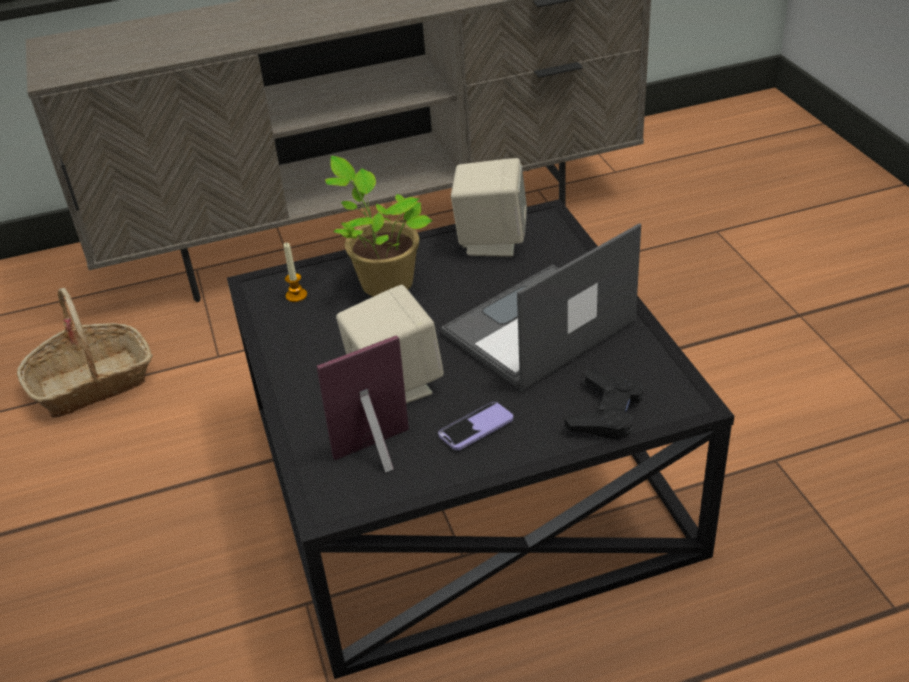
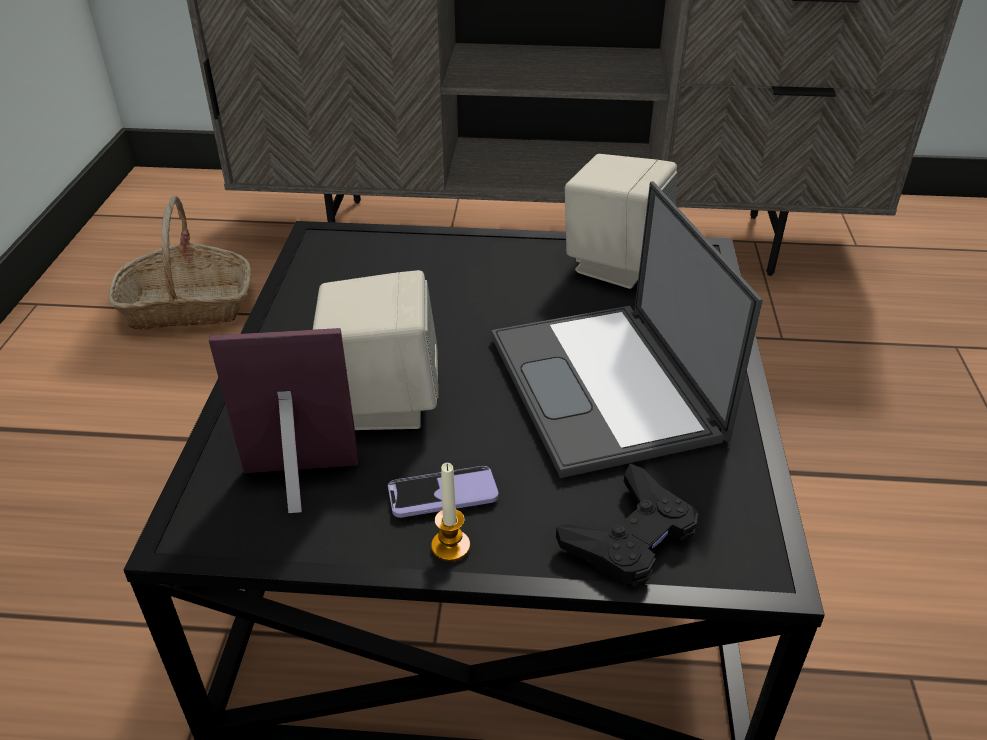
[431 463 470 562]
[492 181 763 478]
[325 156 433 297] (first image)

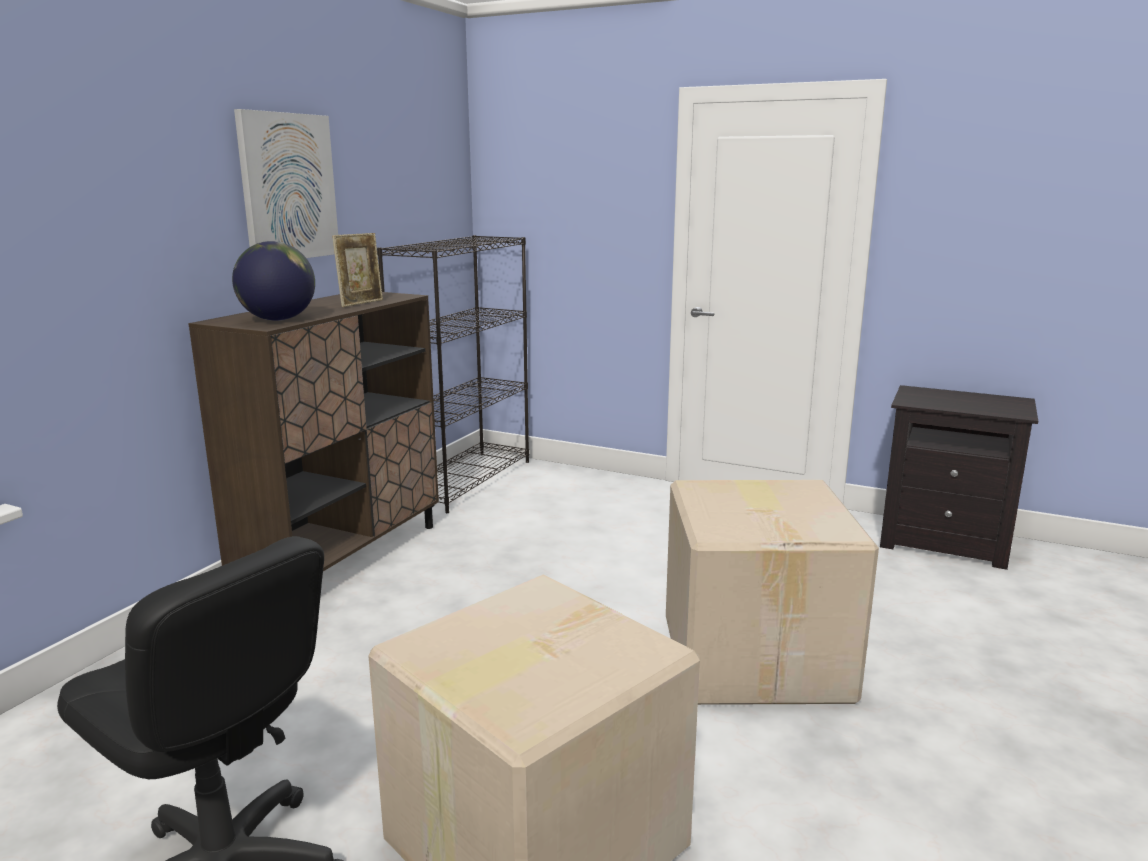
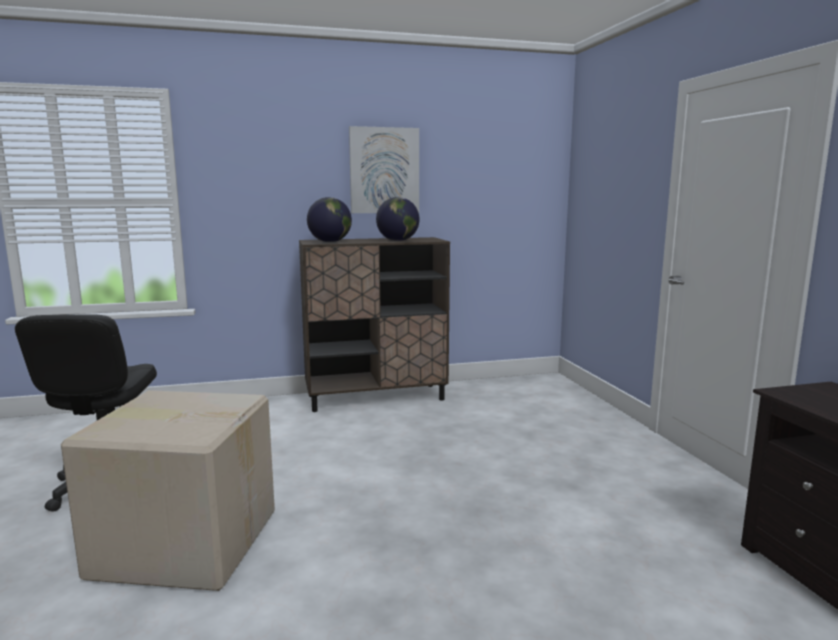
[376 197 420 241]
[377 235 529 513] (first image)
[666 480 879 705] (first image)

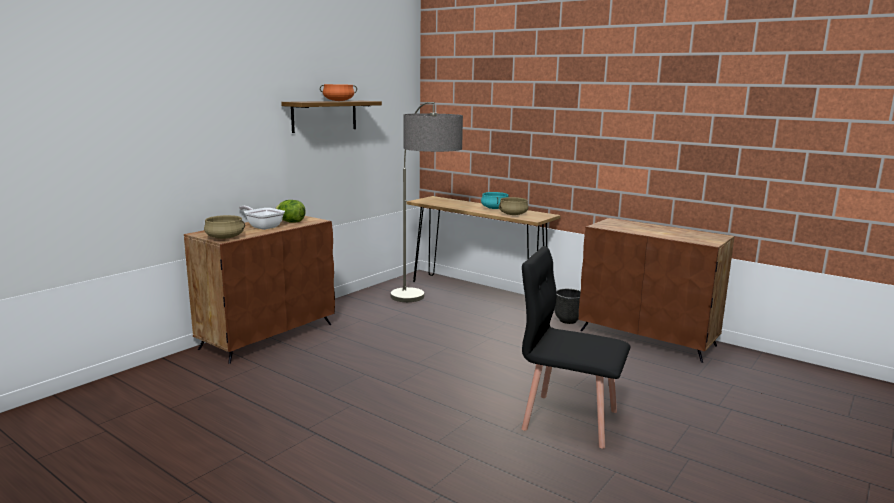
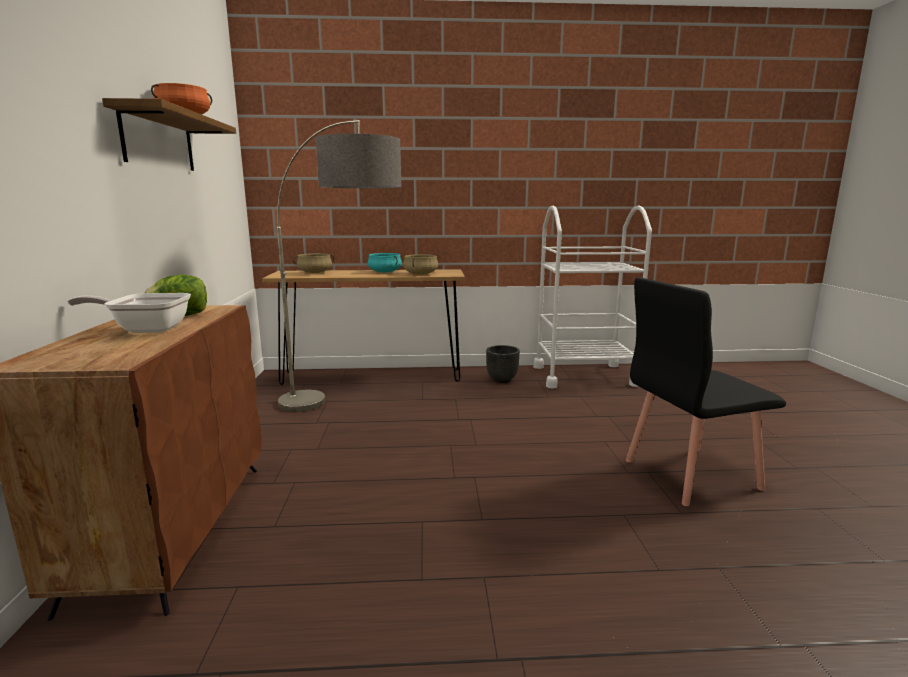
[293 253 334 273]
[533 205 652 388]

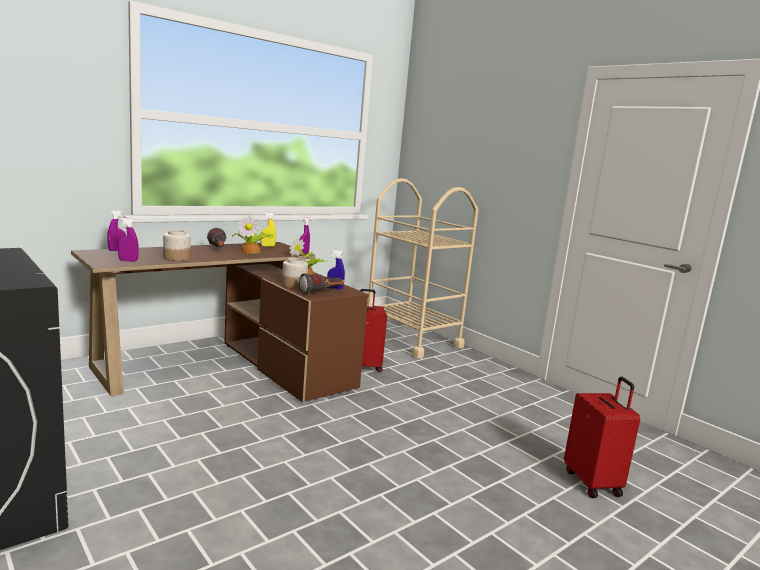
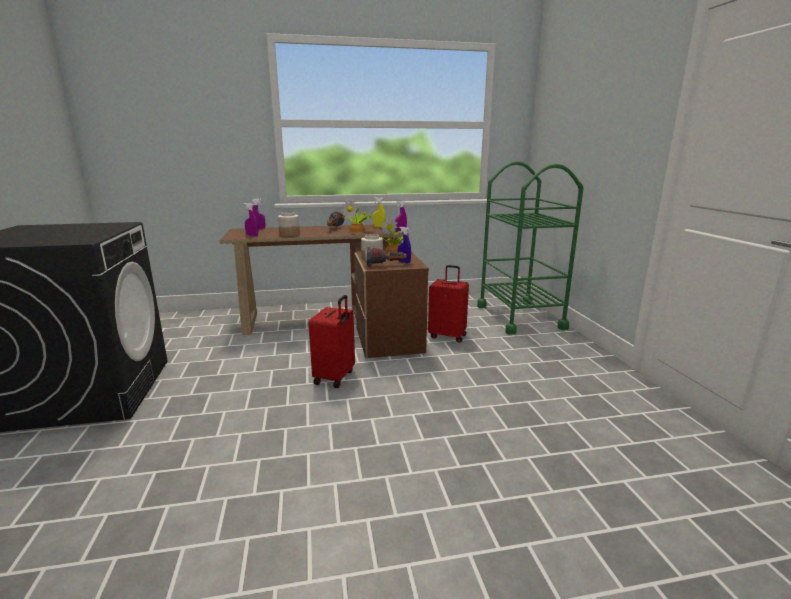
[309 295 355 388]
[477 161 583 335]

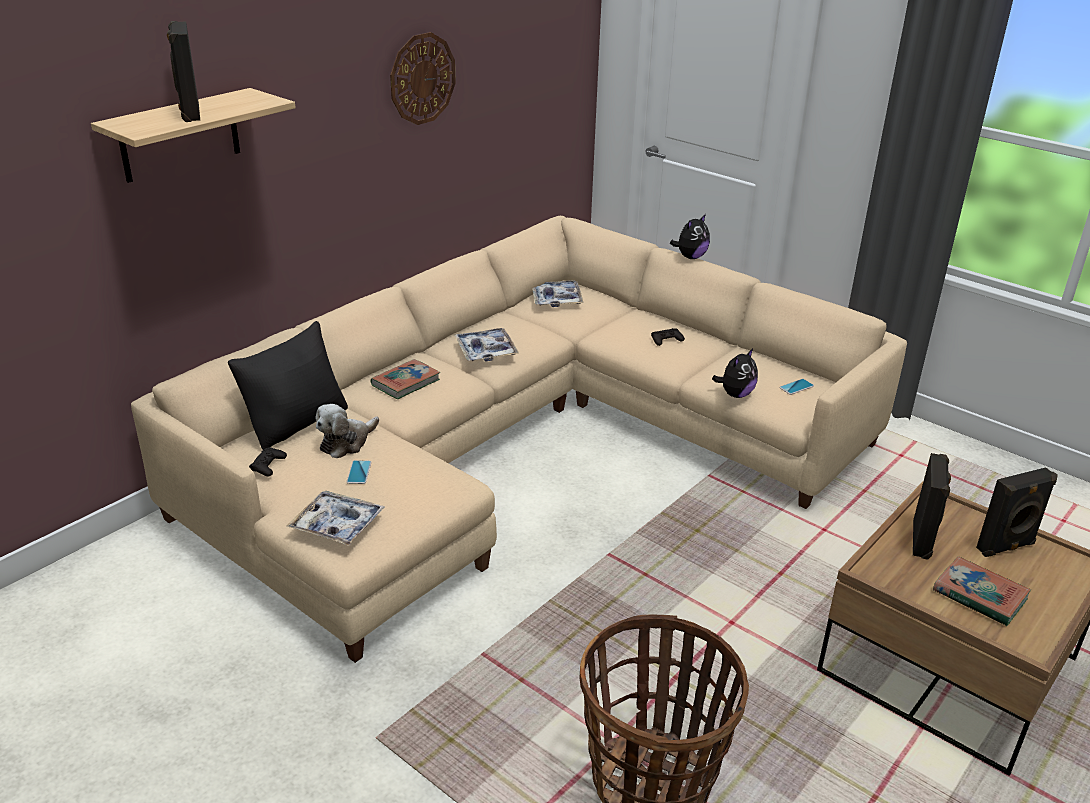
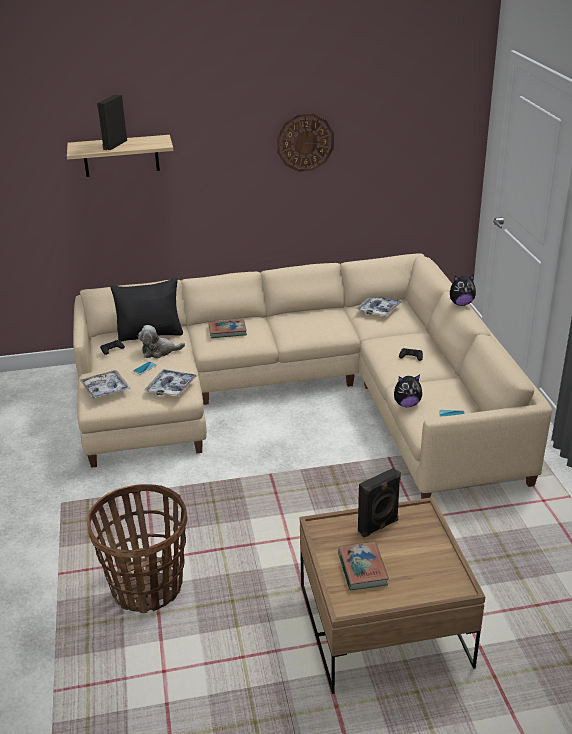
[144 369 197 397]
[976 467 1058 557] (first image)

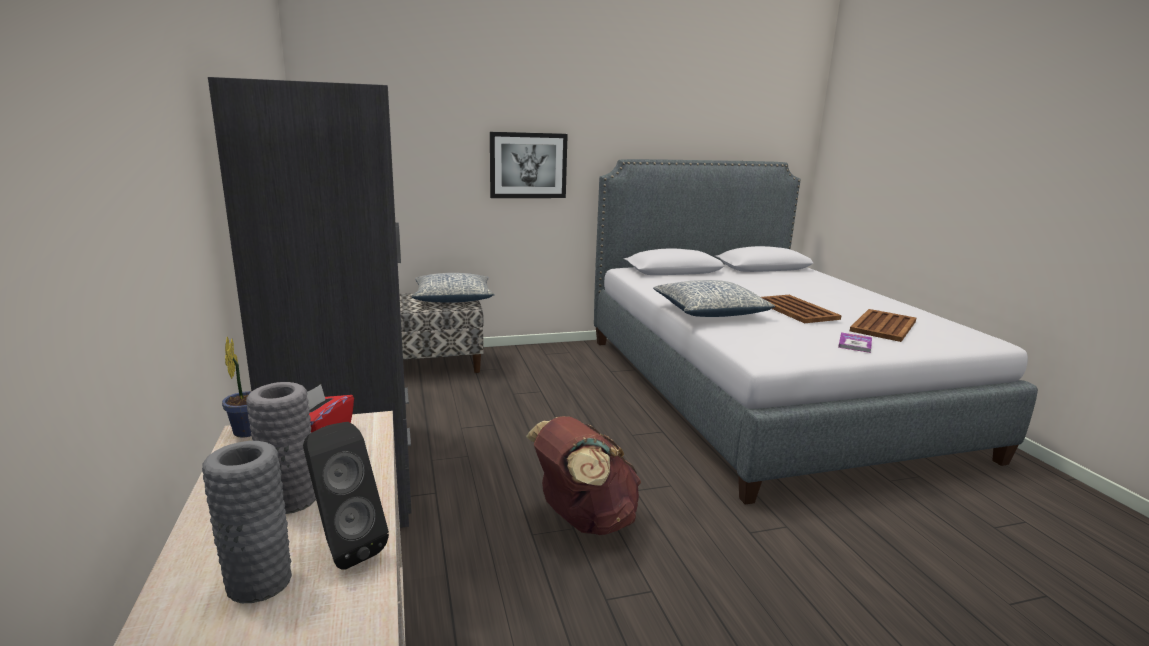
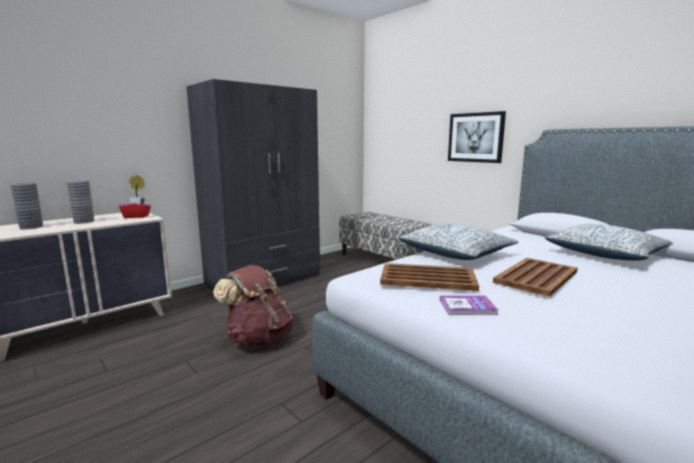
[380 263 479 291]
[545 224 673 261]
[303 422 389 570] (first image)

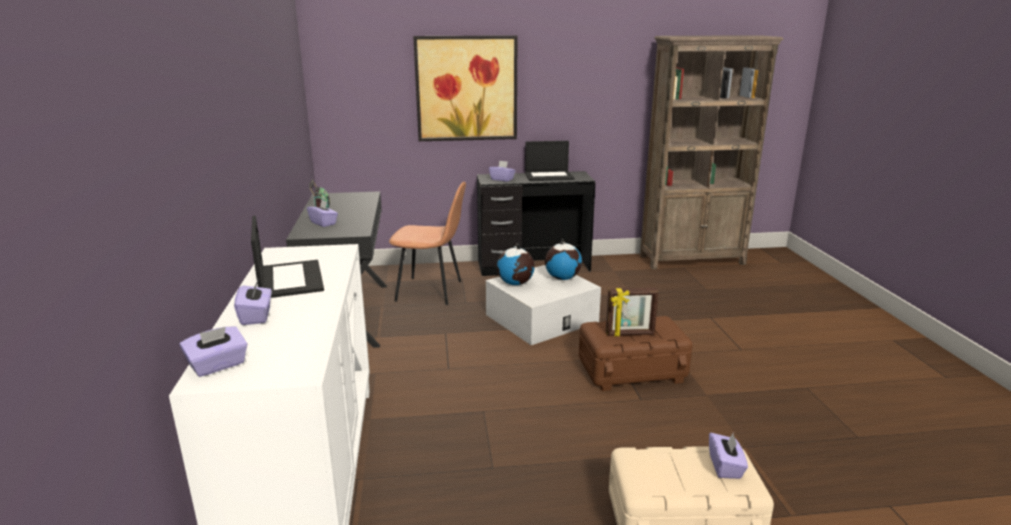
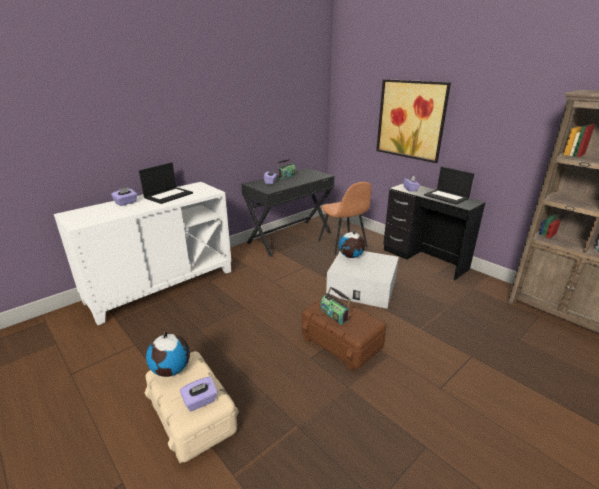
[146 332 190 377]
[321 287 351 325]
[180 326 248 377] (first image)

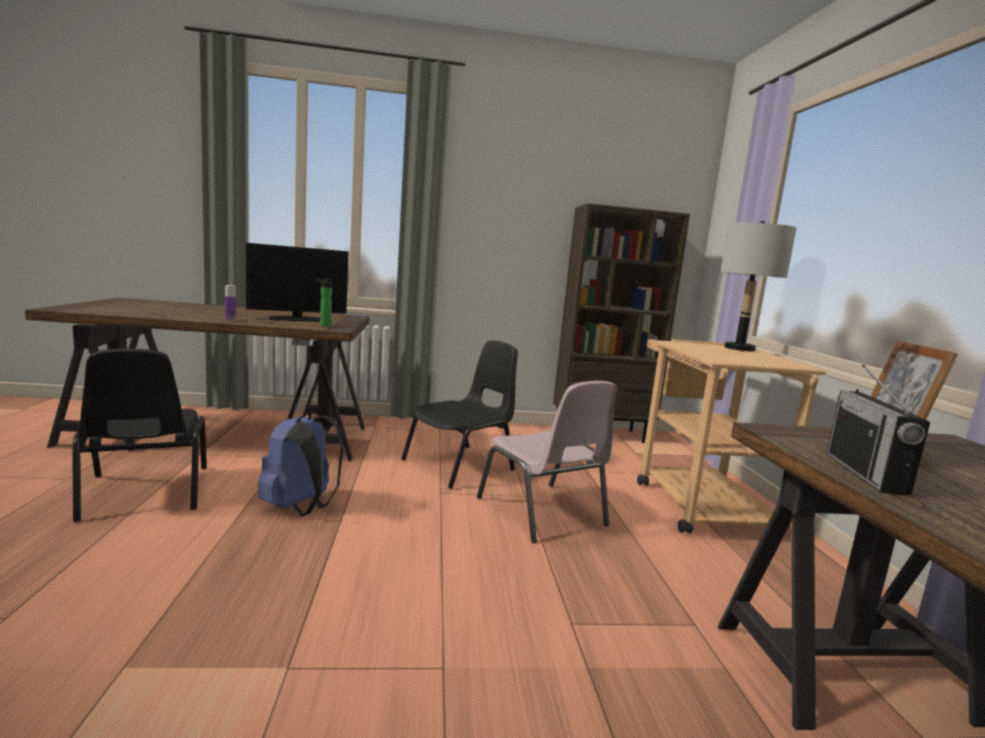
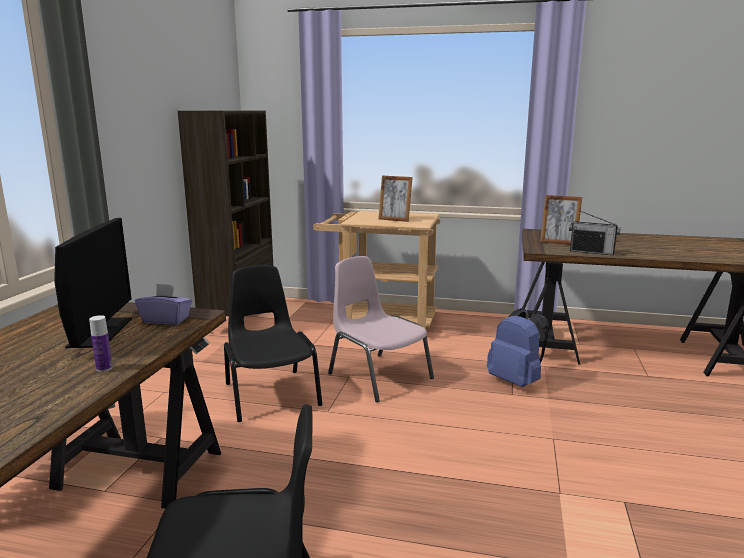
[135 284 192 325]
[328 256 434 402]
[378 176 413 222]
[487 308 549 387]
[720 221 797 351] (first image)

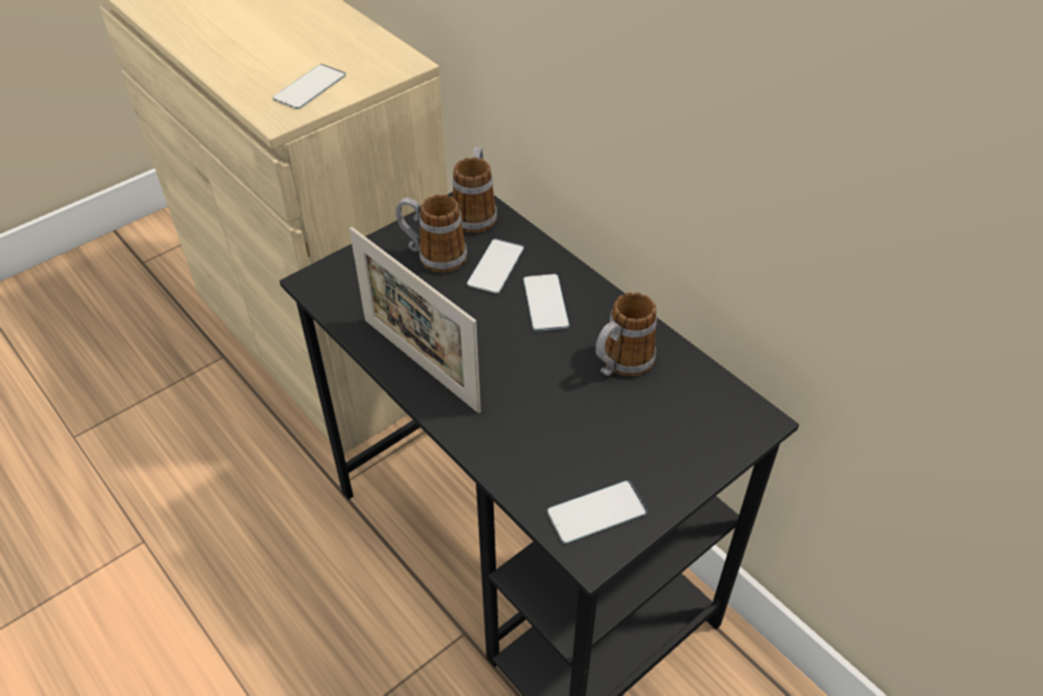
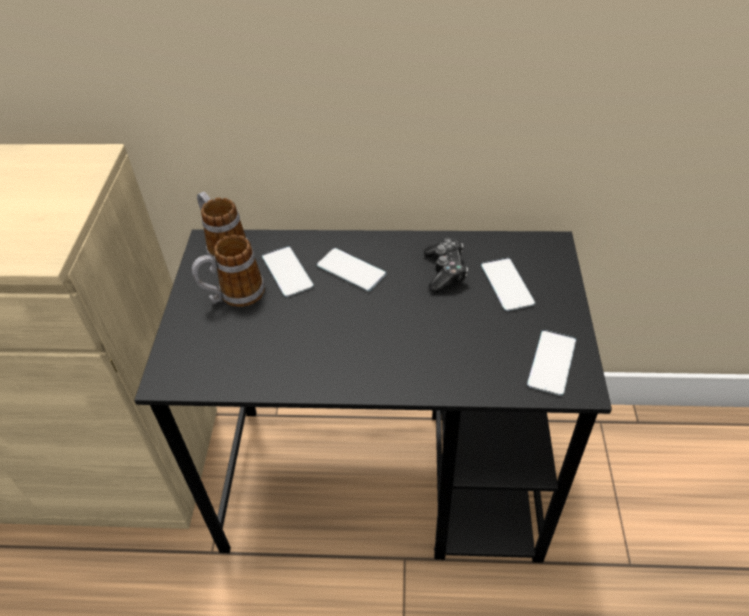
[424 238 468 293]
[481 258 535 311]
[349 227 481 413] (first image)

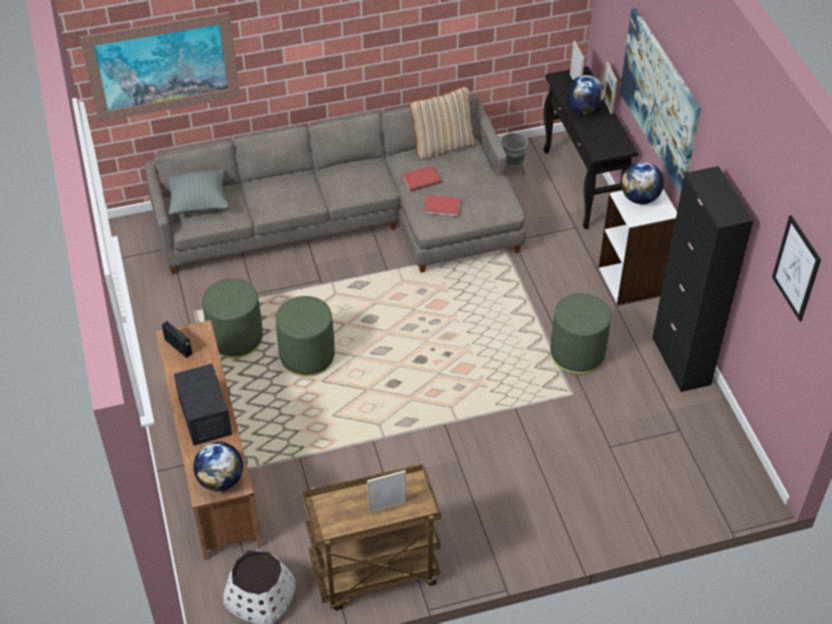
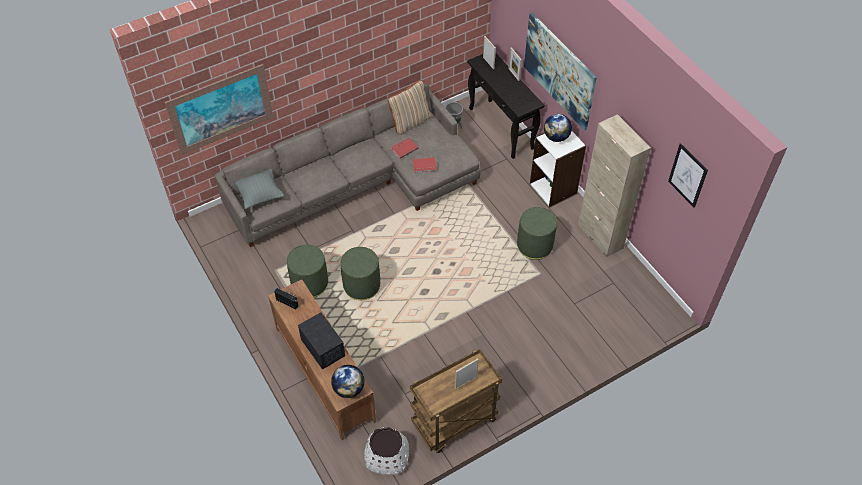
[578 114 651 257]
[566 75 606 115] (first image)

